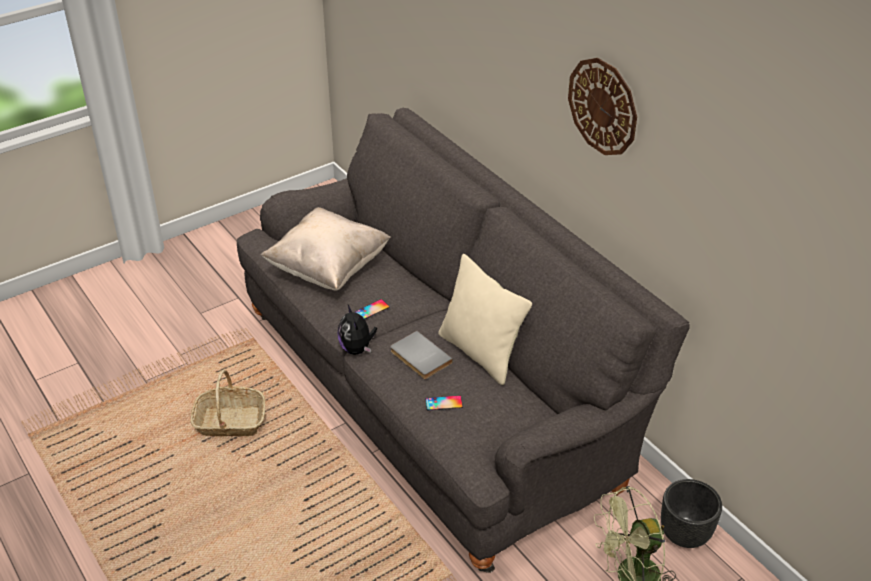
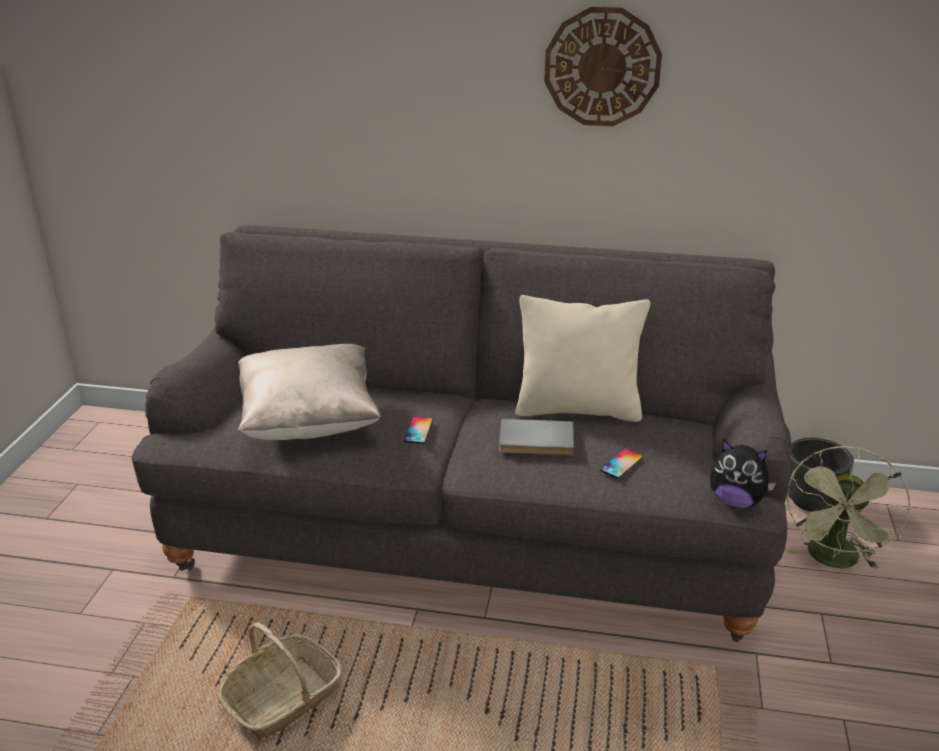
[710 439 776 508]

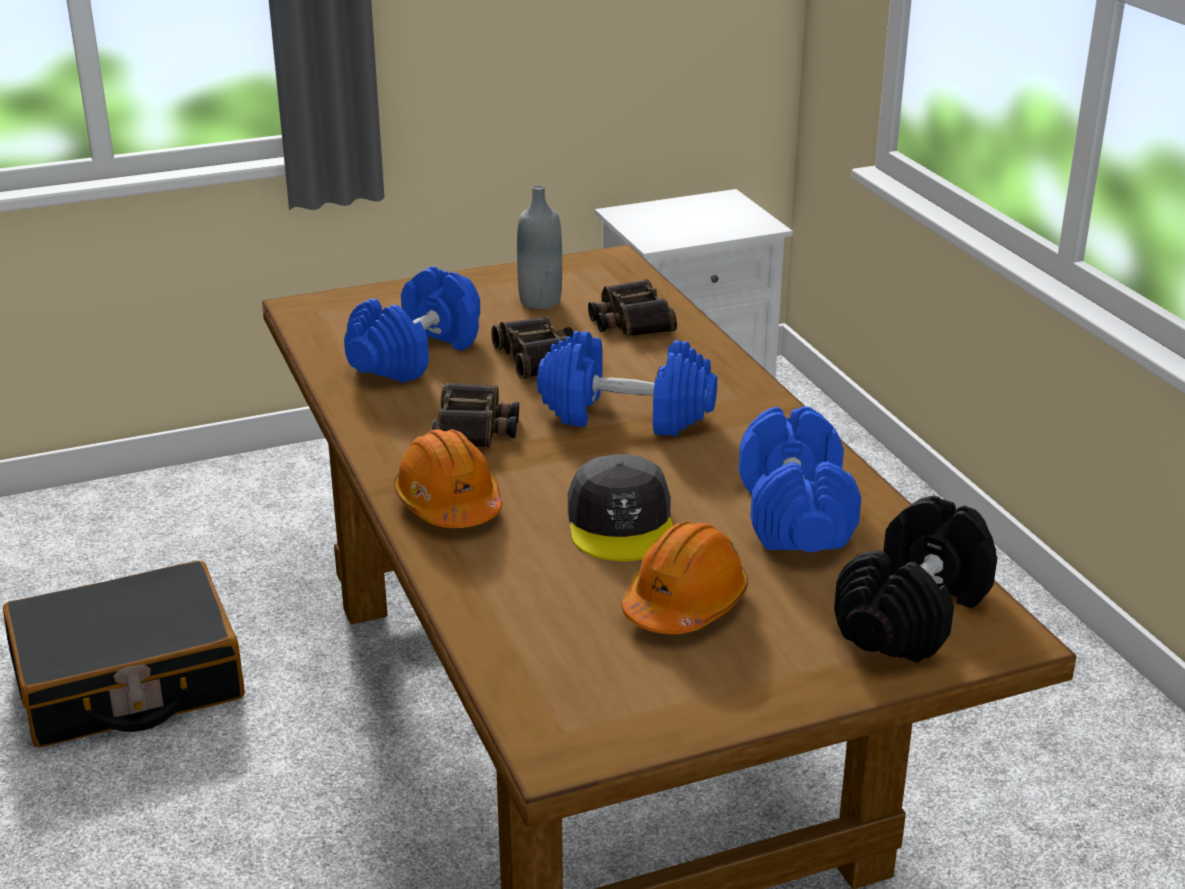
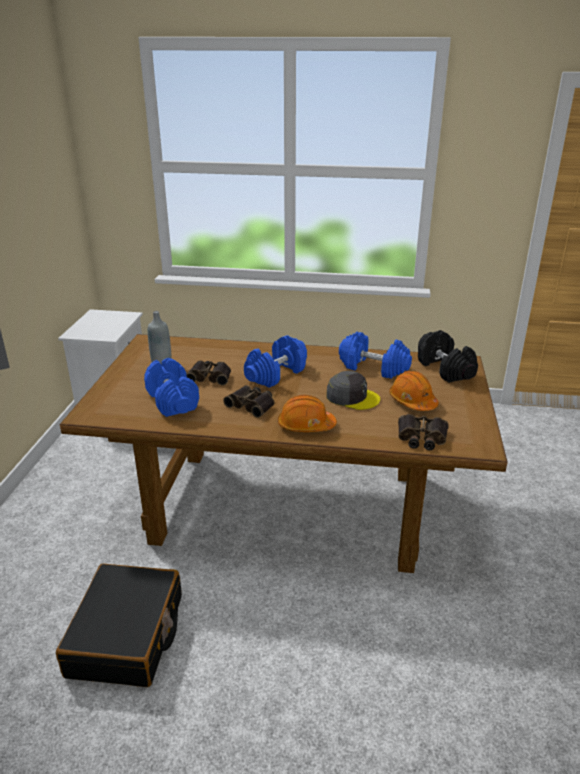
[398 414 449 450]

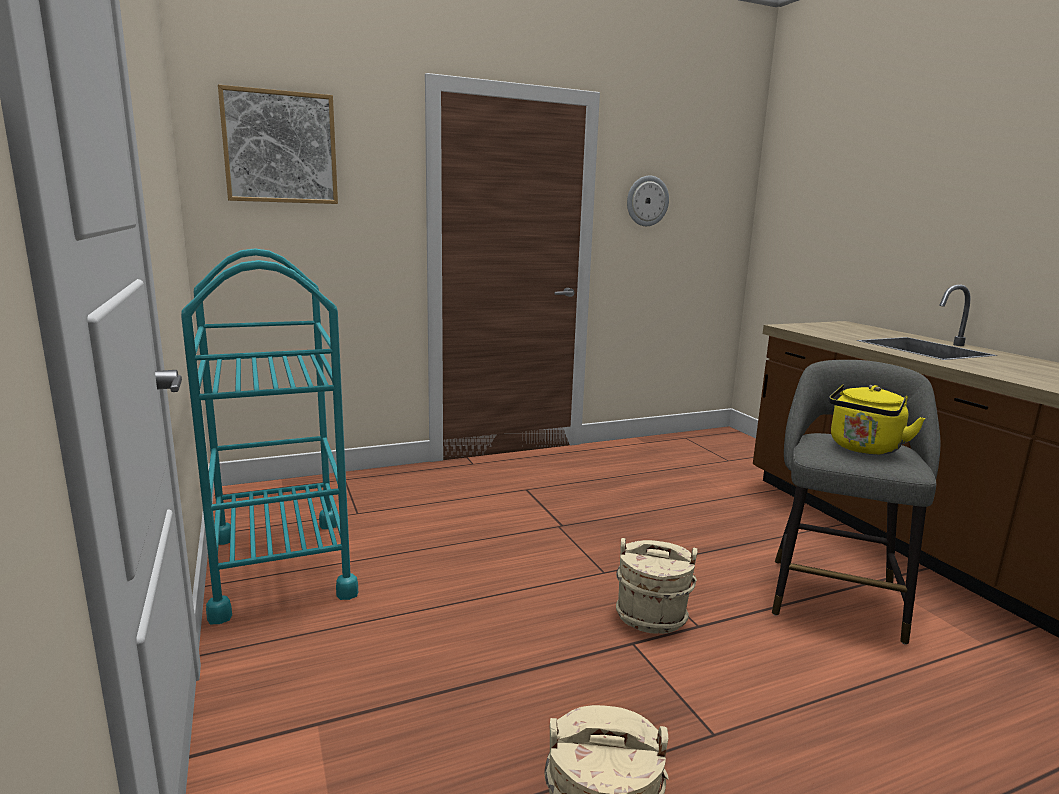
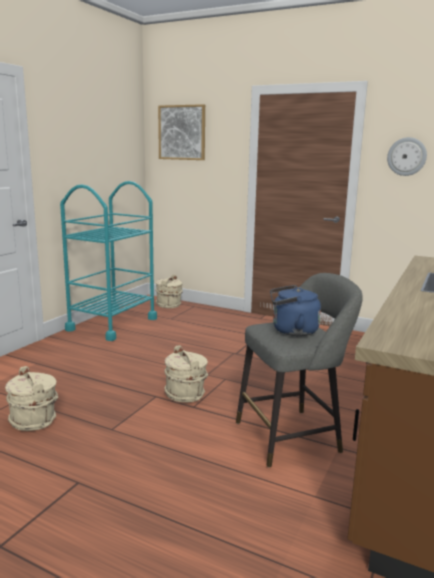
[155 274 183 308]
[270 285 321 336]

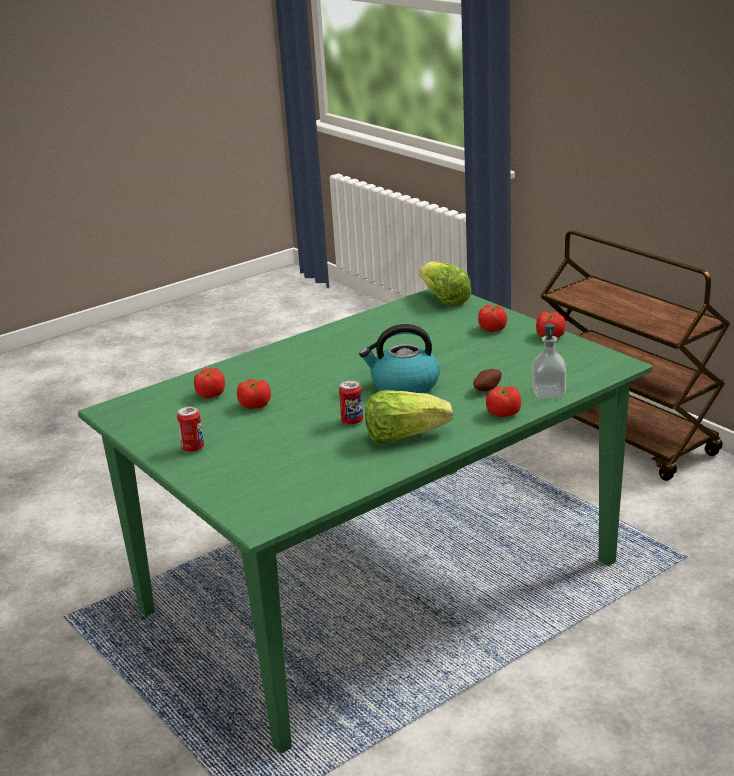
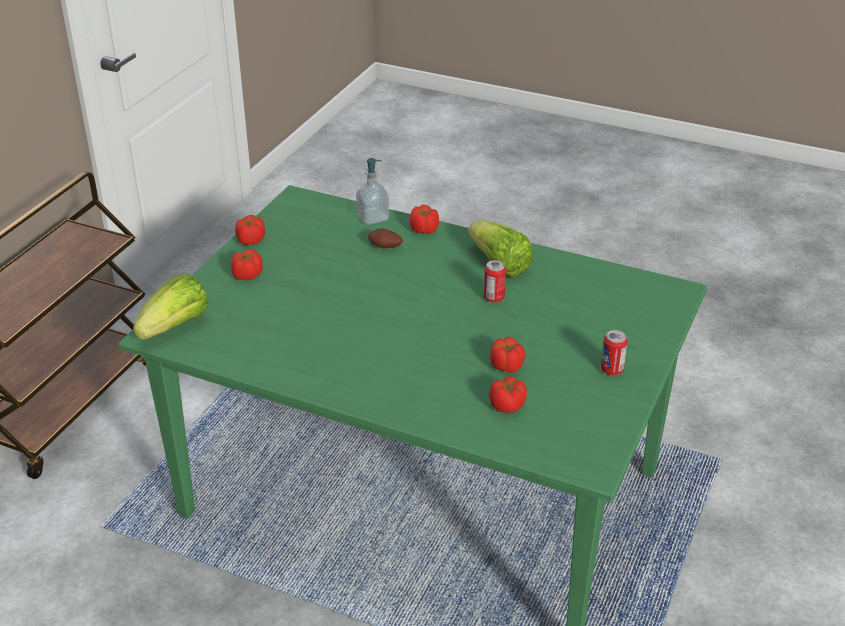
[359 324 440 393] (first image)

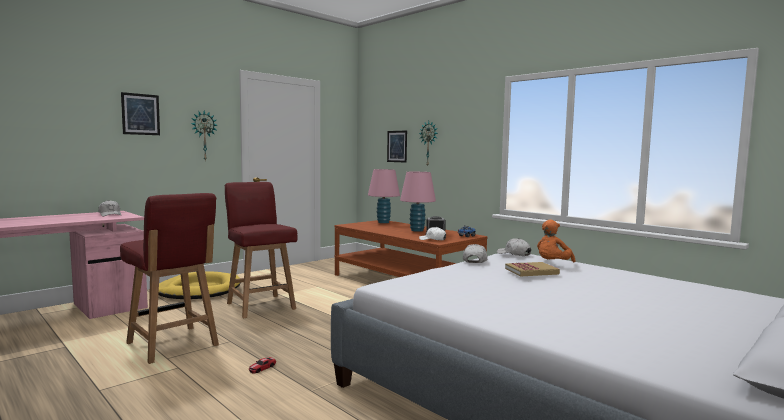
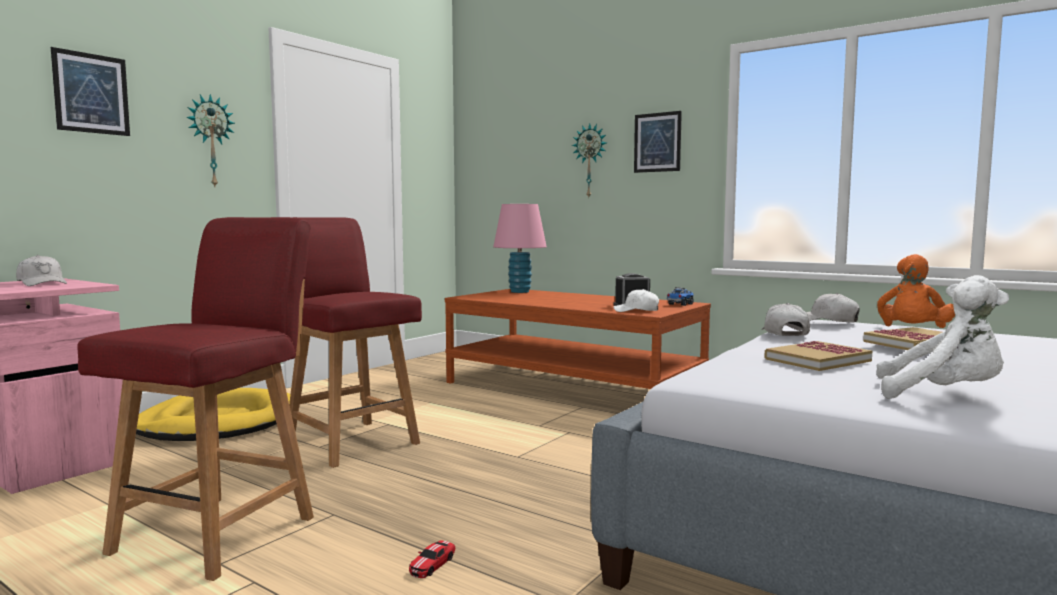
[77 217 314 581]
[634 111 682 173]
[764 341 872 371]
[876 275 1009 399]
[400 172 436 232] (first image)

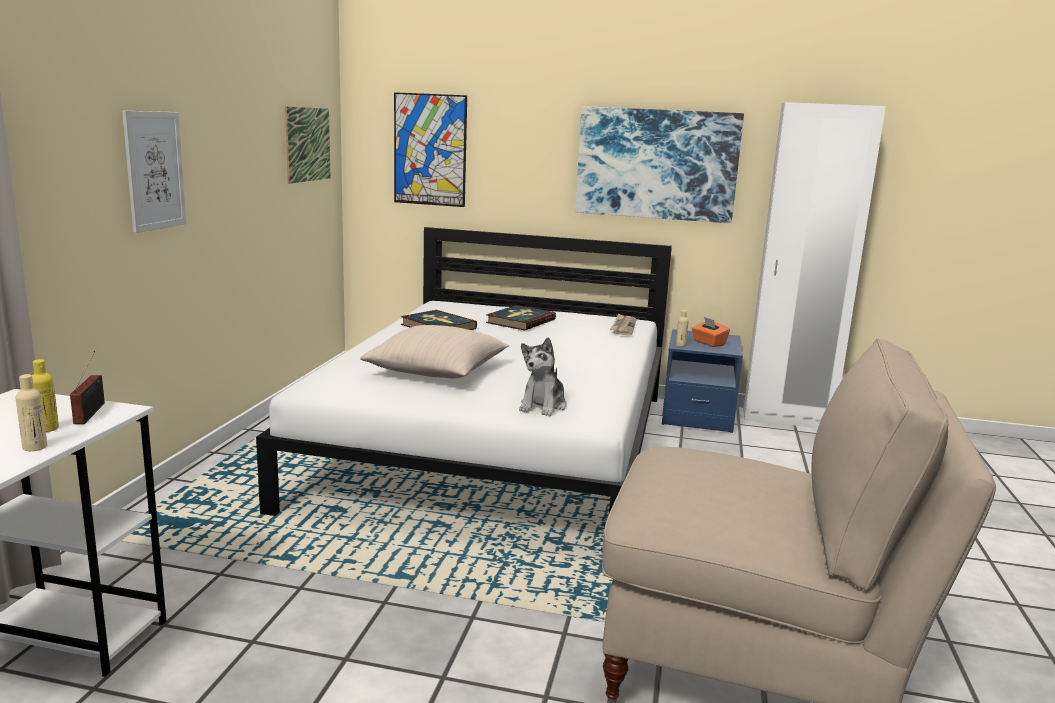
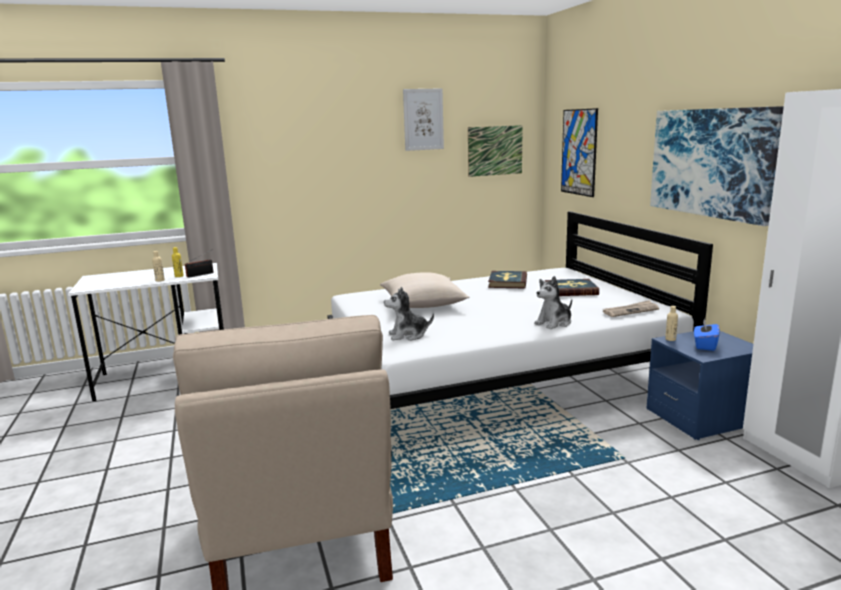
[403 88 444 151]
[534 276 572 329]
[694 318 720 351]

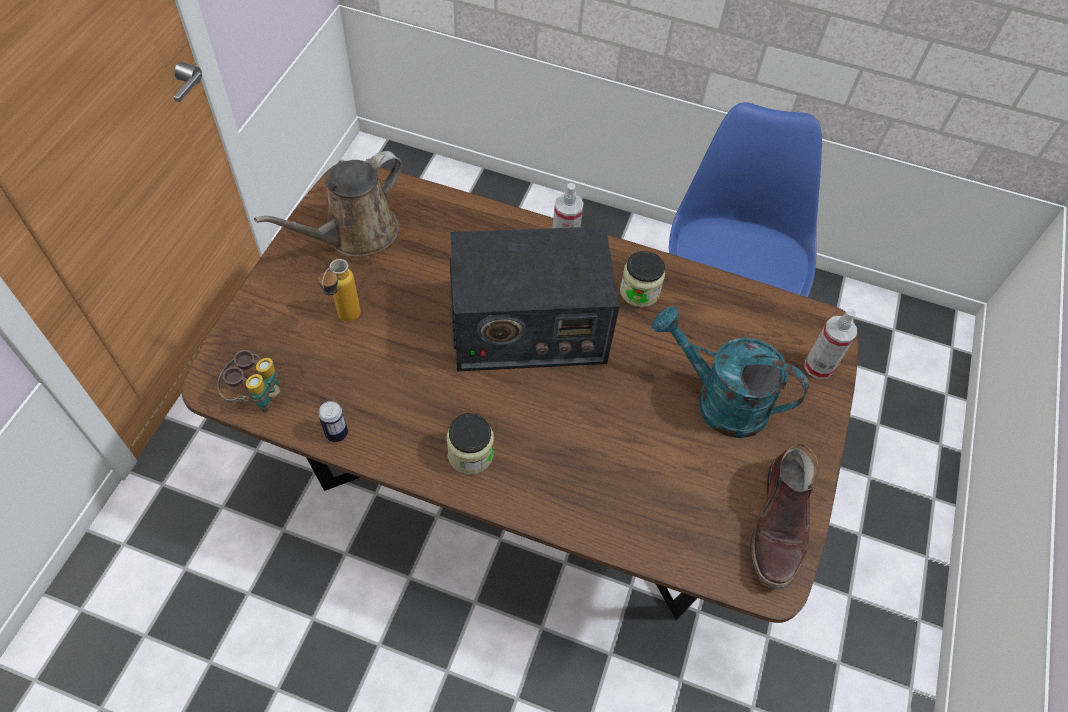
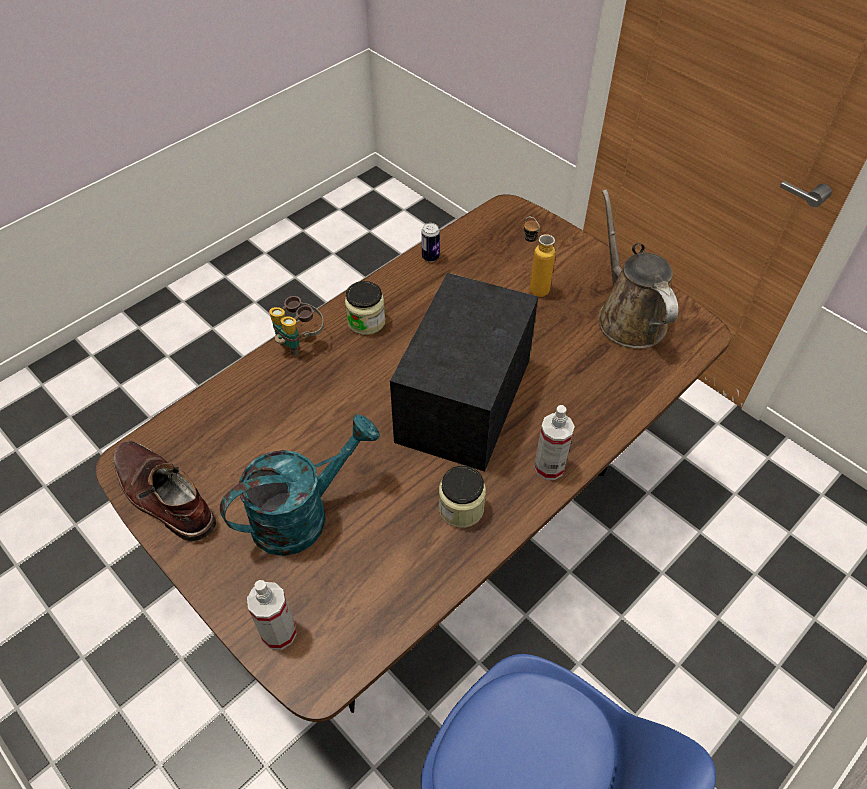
[269 296 324 356]

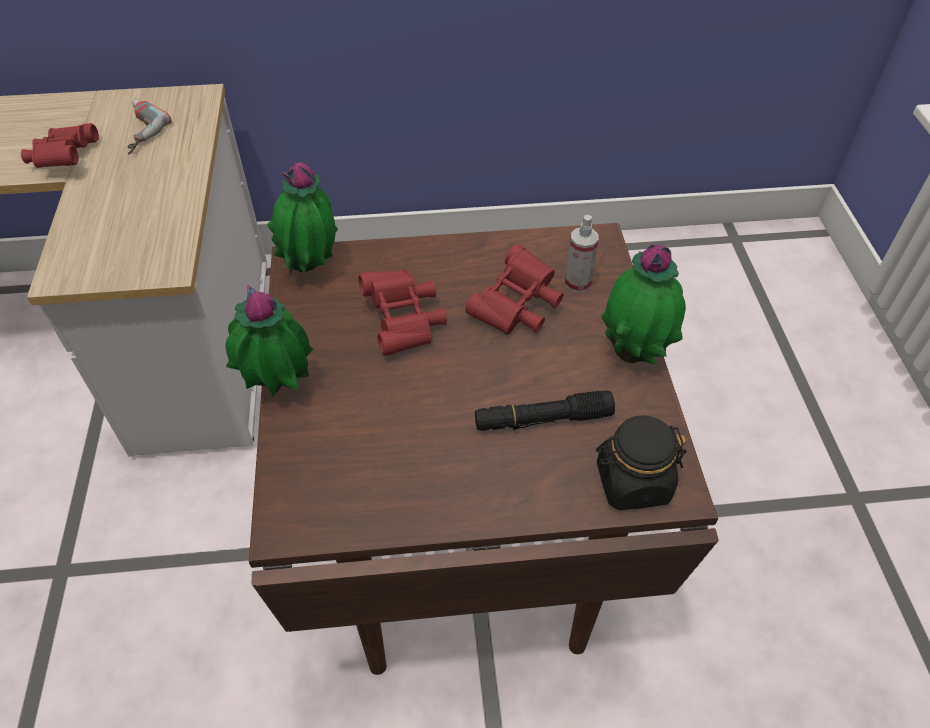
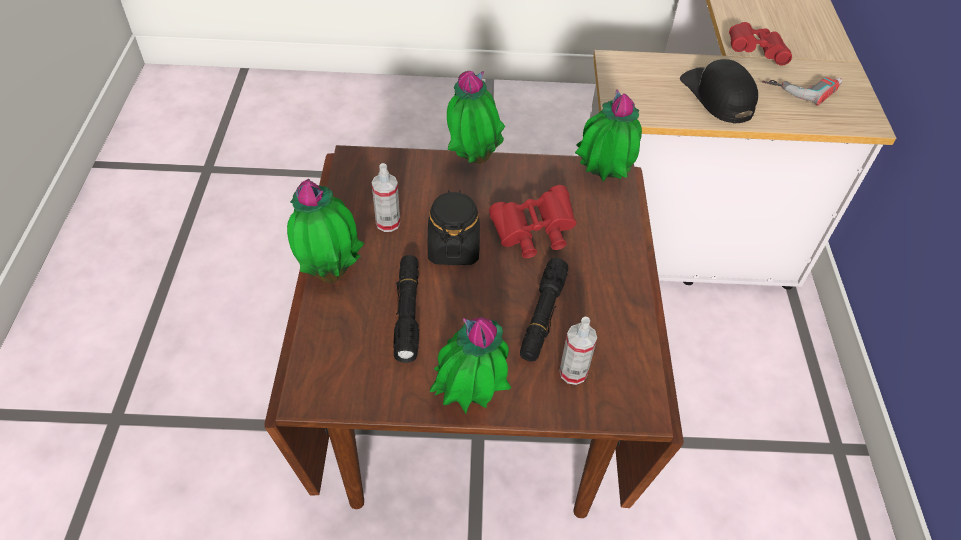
[287 179 364 282]
[372 163 400 232]
[428 190 480 265]
[520 258 568 361]
[680 59 758 123]

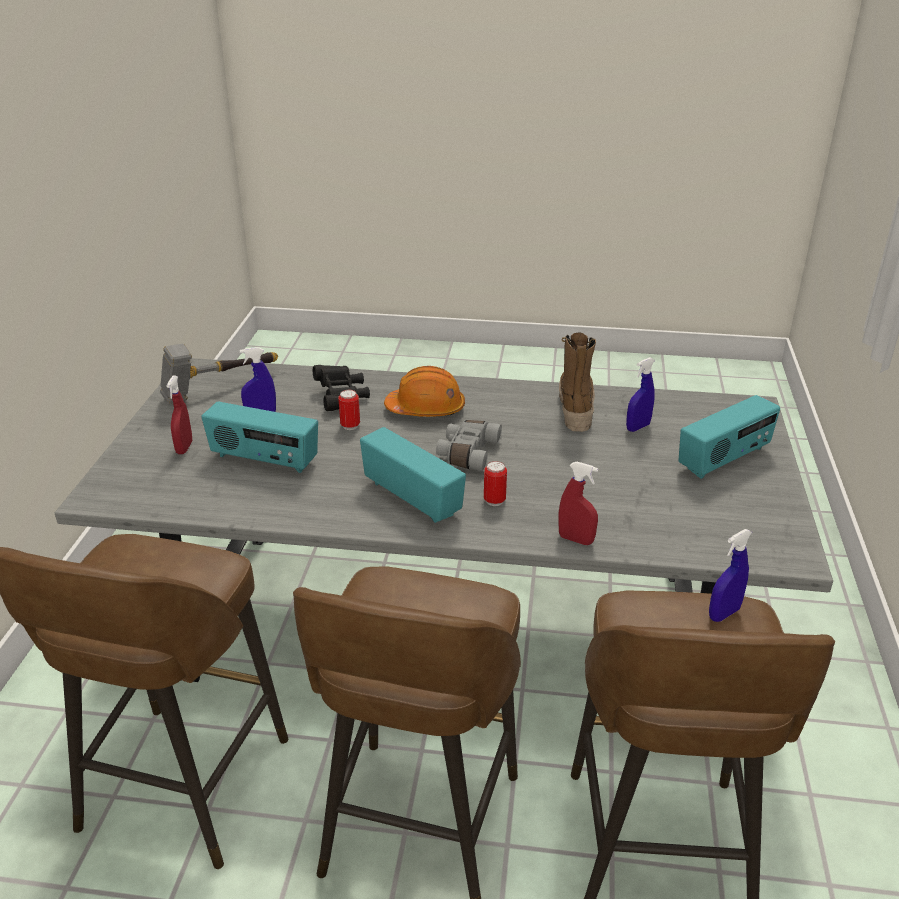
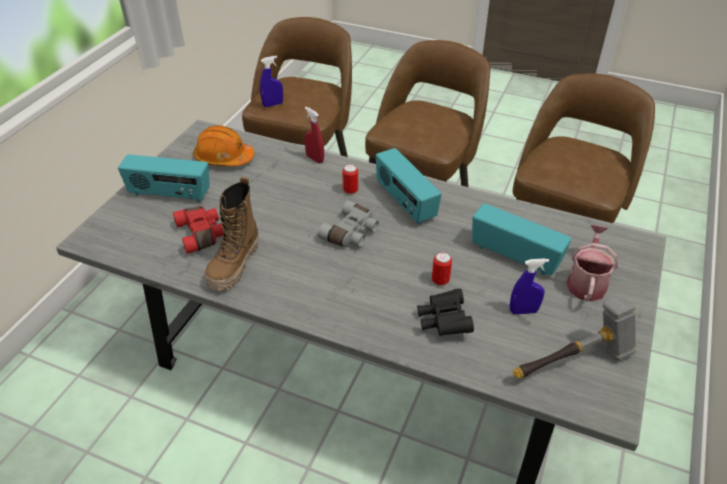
[118 154 210 202]
[173 206 224 254]
[193 125 254 166]
[566 224 618 302]

